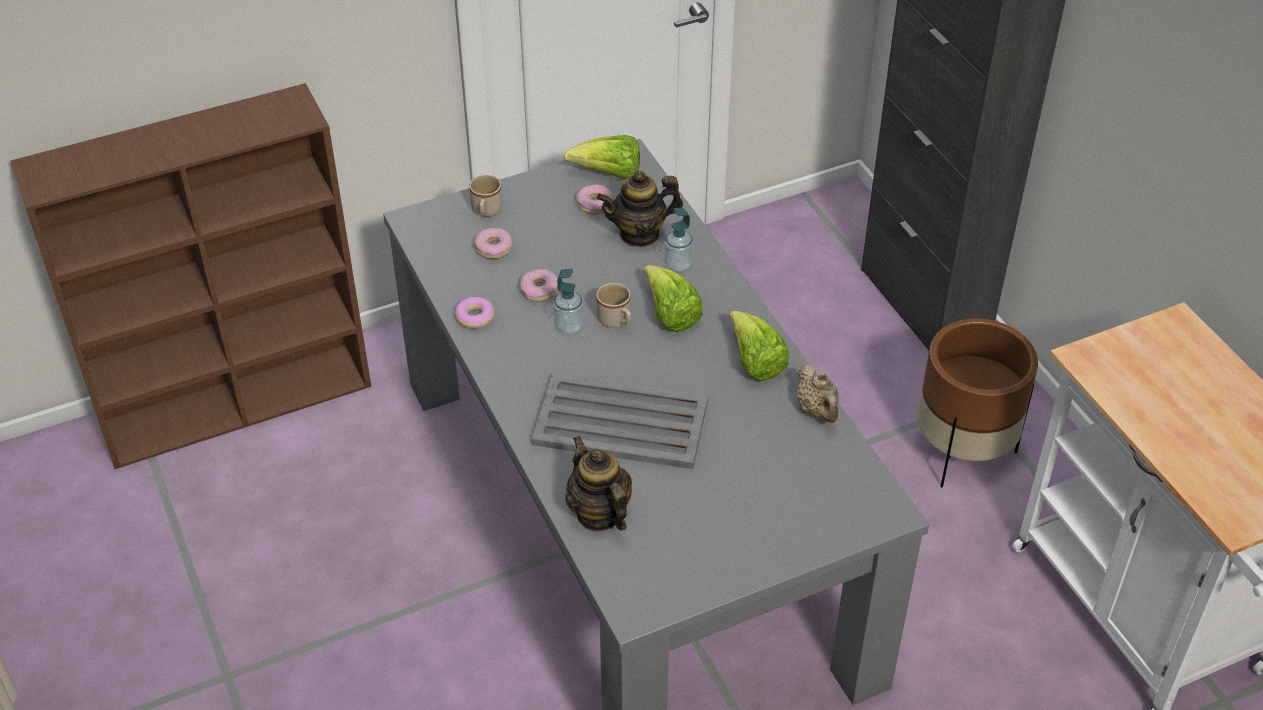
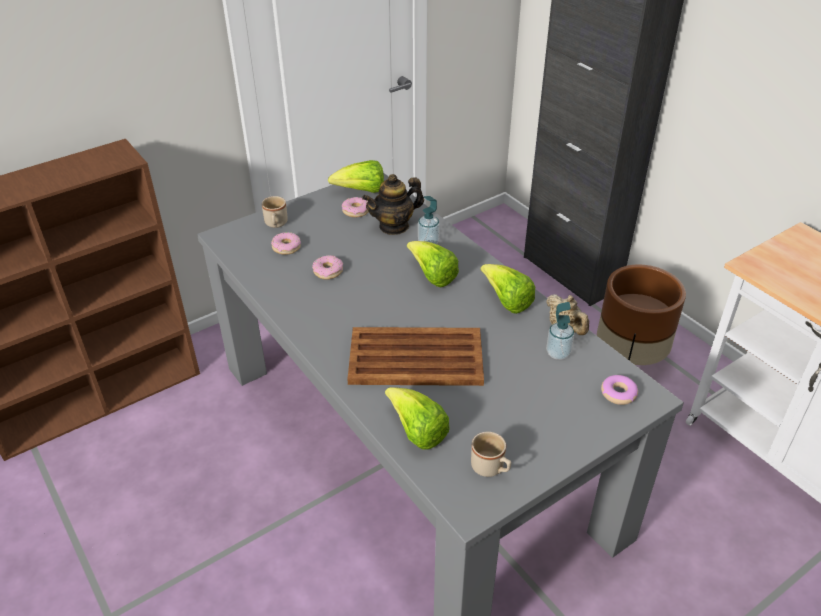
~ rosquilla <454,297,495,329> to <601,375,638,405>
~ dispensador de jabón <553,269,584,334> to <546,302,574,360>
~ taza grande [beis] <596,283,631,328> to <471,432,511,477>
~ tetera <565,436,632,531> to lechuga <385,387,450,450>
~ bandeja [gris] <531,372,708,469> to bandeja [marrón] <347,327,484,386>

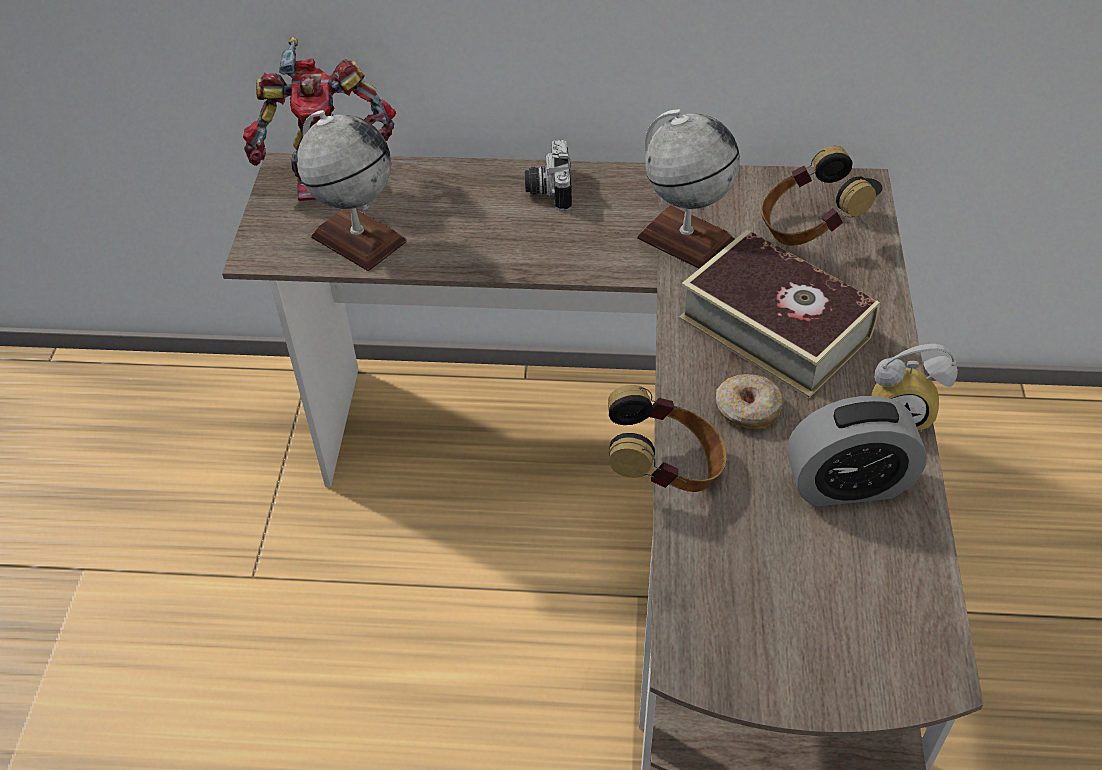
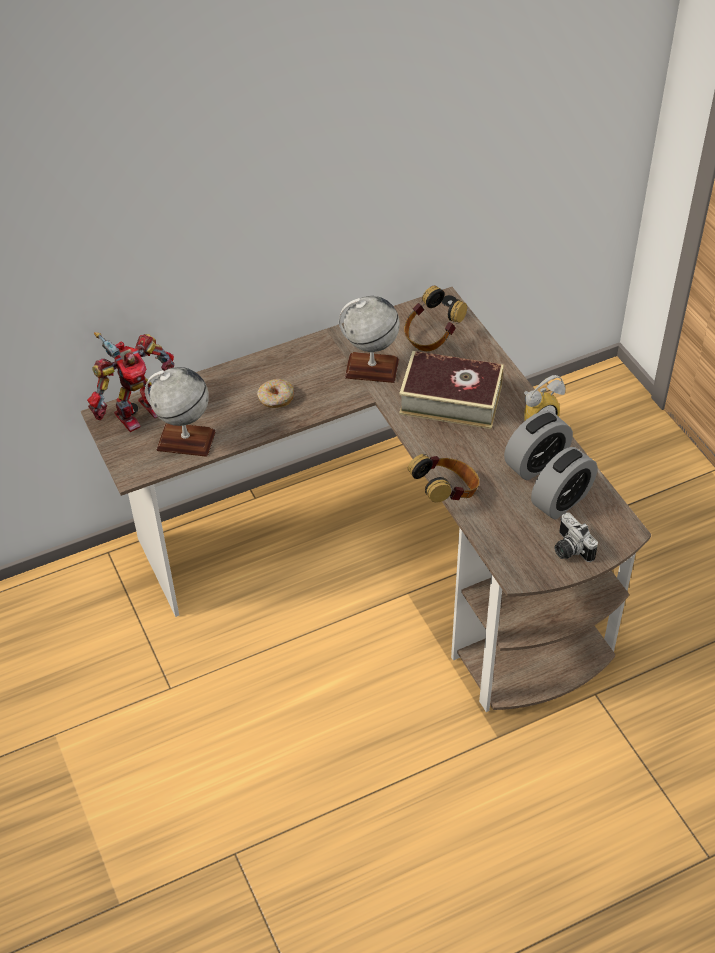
+ despertador <531,447,597,519>
~ cámara <524,140,572,211> to <554,512,598,562>
~ rosquilla <716,374,785,429> to <257,379,294,408>

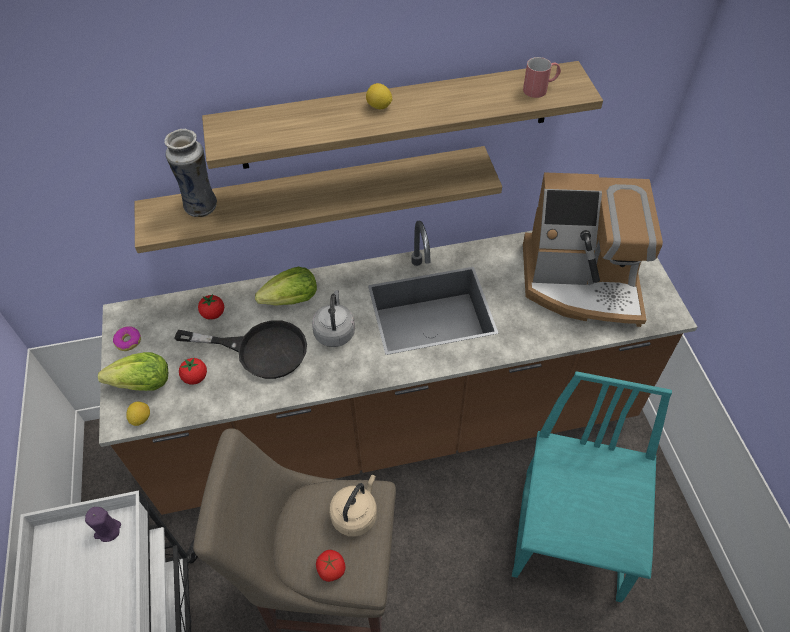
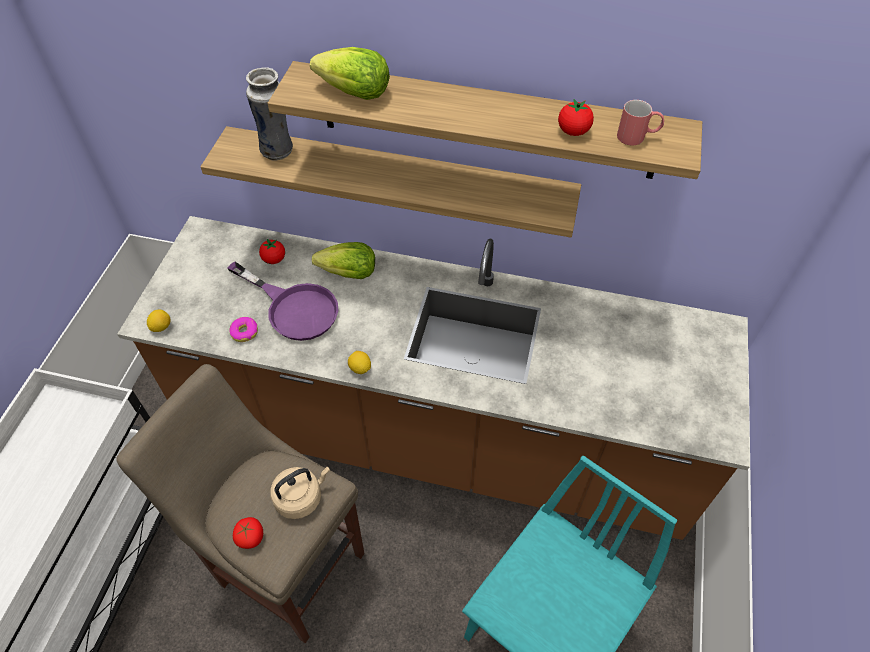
- vela [morado] <85,507,121,542>
- hervidor [gris] <312,290,355,347>
- cafetera <523,172,663,327>
~ lechuga <98,352,168,391> to <310,47,390,100>
~ rosquilla <113,326,141,351> to <229,317,258,342>
~ tomate <179,358,207,385> to <558,99,594,136>
~ limón <366,83,393,109> to <348,351,371,374>
~ sartén [negro] <174,320,307,379> to sartén [morado] <227,262,339,341>

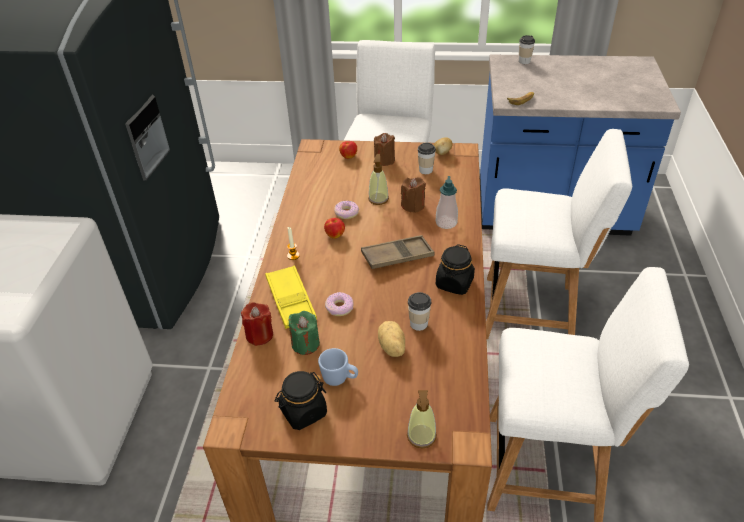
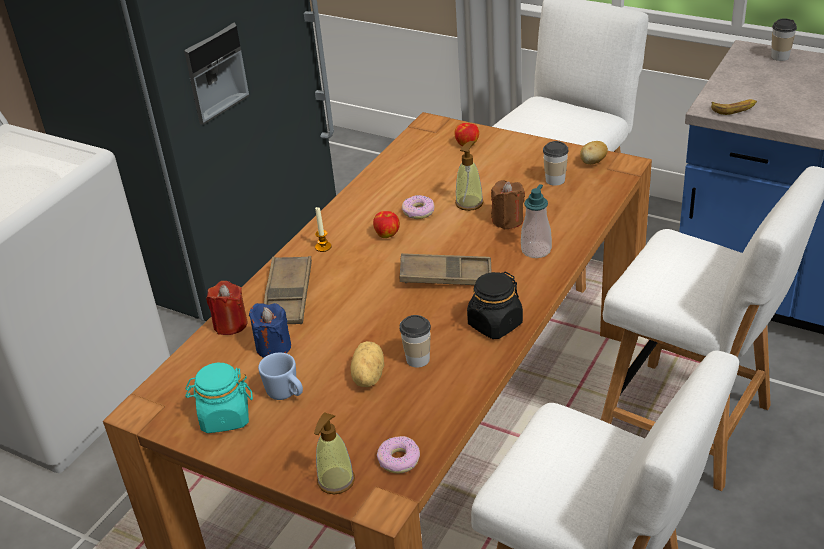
- vela [marrón] <374,133,395,166>
~ rosquilla <325,292,354,316> to <377,436,420,474>
~ bandeja [amarillo] <265,265,317,329> to bandeja [marrón] <264,256,312,324>
~ tarro [negro] <275,371,327,430> to tarro [turquesa] <185,363,253,433>
~ vela [verde] <289,311,320,355> to vela [azul] <249,303,291,358>

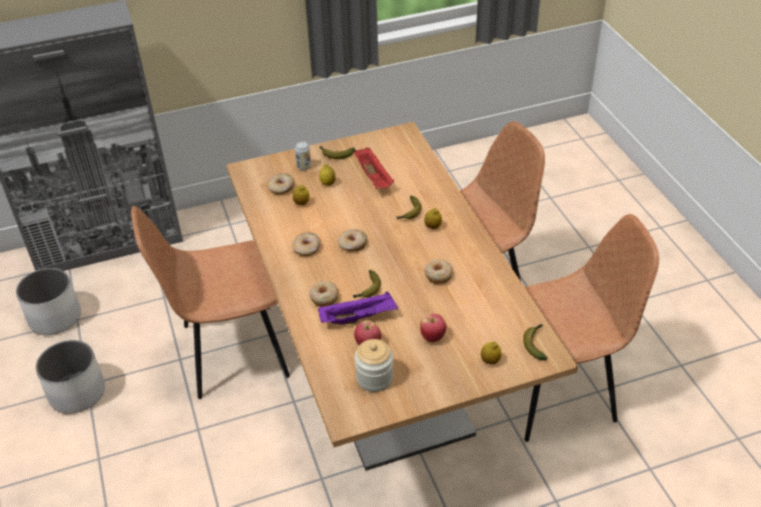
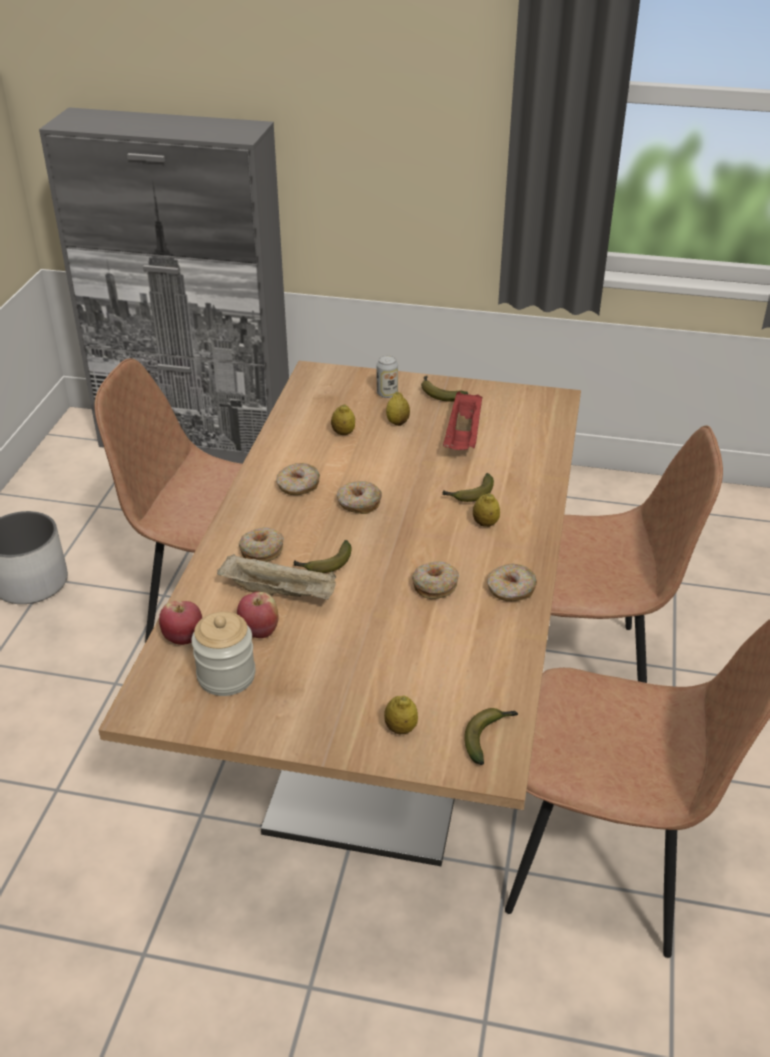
- maceta [blanco] <16,268,81,335>
~ rosquilla <267,173,294,195> to <487,563,537,601>
~ manzana <420,314,446,342> to <159,601,202,645>
~ bandeja [morado] <318,291,398,325> to bandeja [beis] <217,553,336,600>

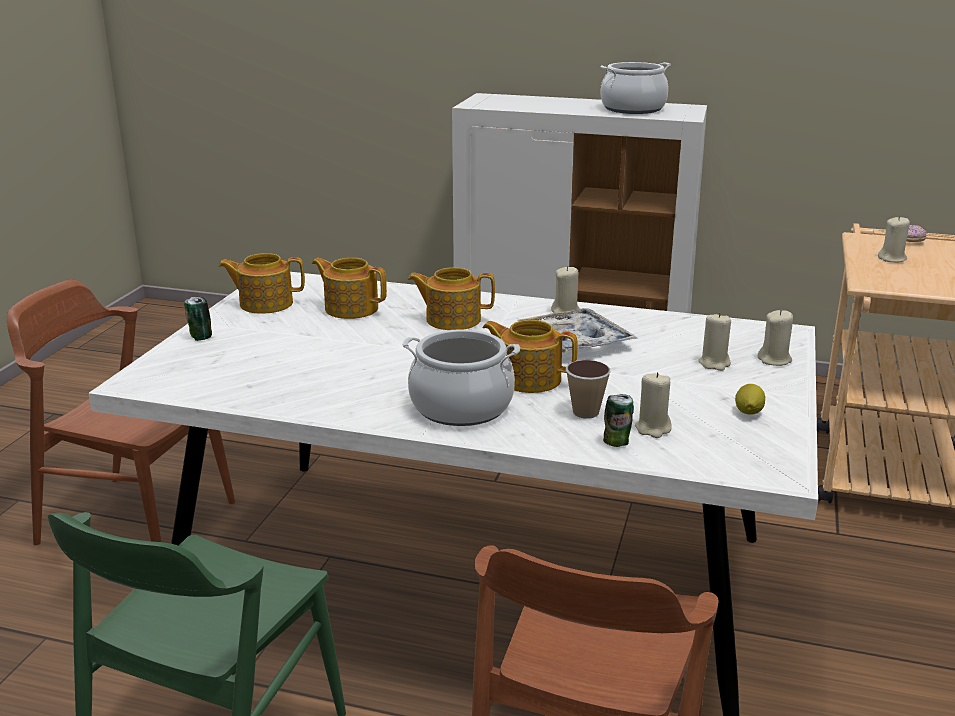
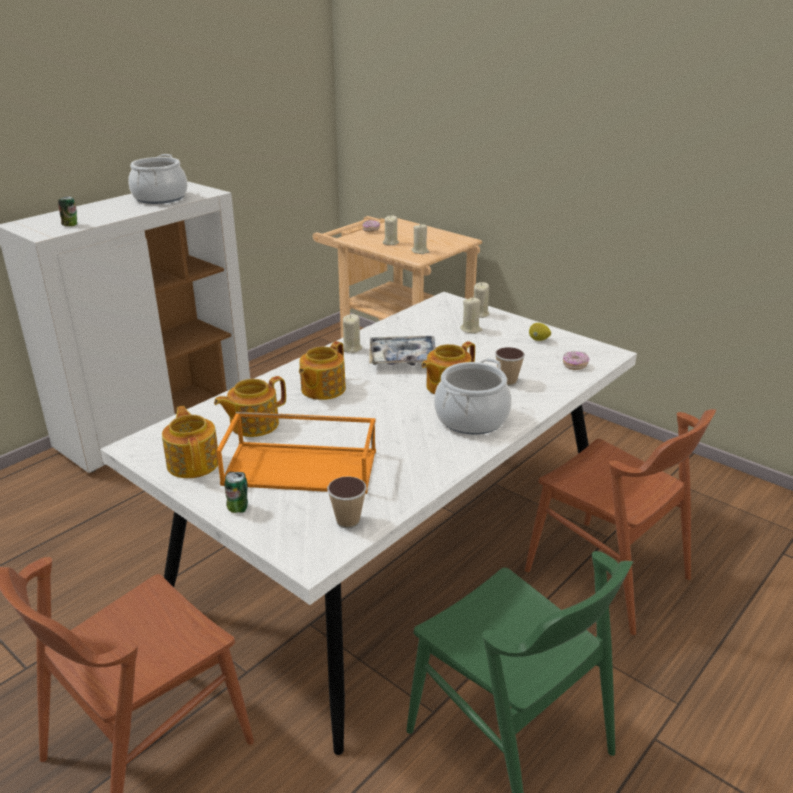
+ bandeja [naranja] <216,412,376,494>
+ taza <327,476,367,529>
+ rosquilla <563,351,589,370>
~ lata <603,394,634,447> to <58,197,77,226>
~ vela [beis] <635,372,672,438> to <412,223,429,254>
~ tetera <218,253,305,314> = <162,406,218,478> 135 degrees clockwise

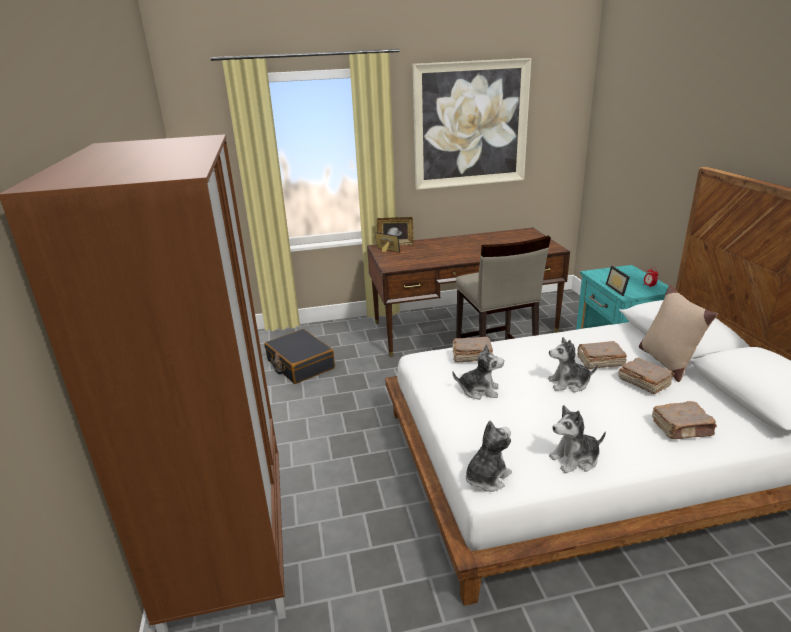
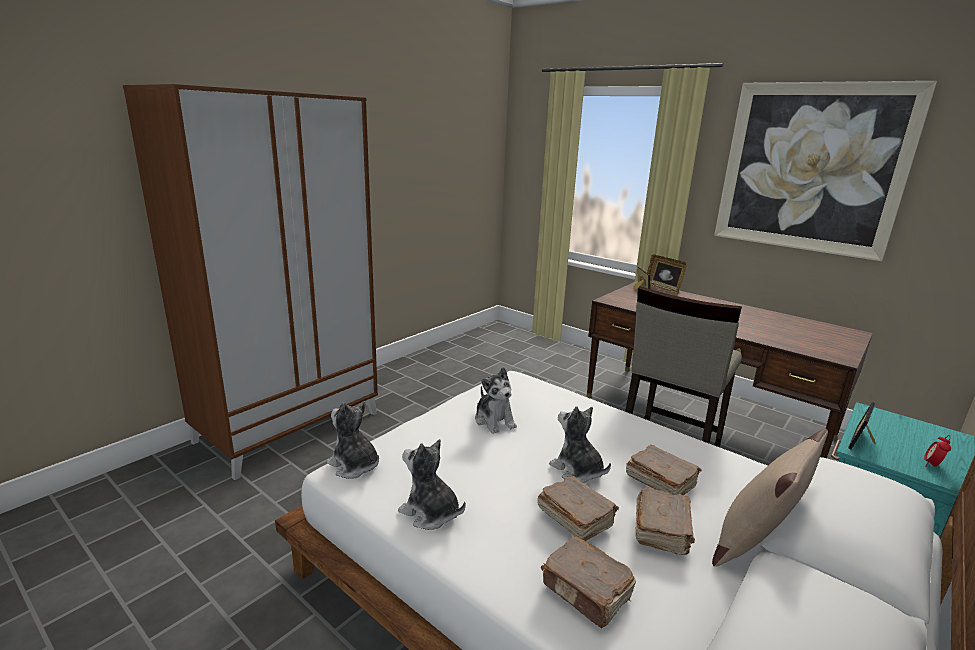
- maleta [negro] <264,329,335,384>
~ libro [marrón] <452,337,493,363> to <537,476,619,541>
~ peluche <466,421,512,492> = <327,401,379,479> 150 degrees counterclockwise

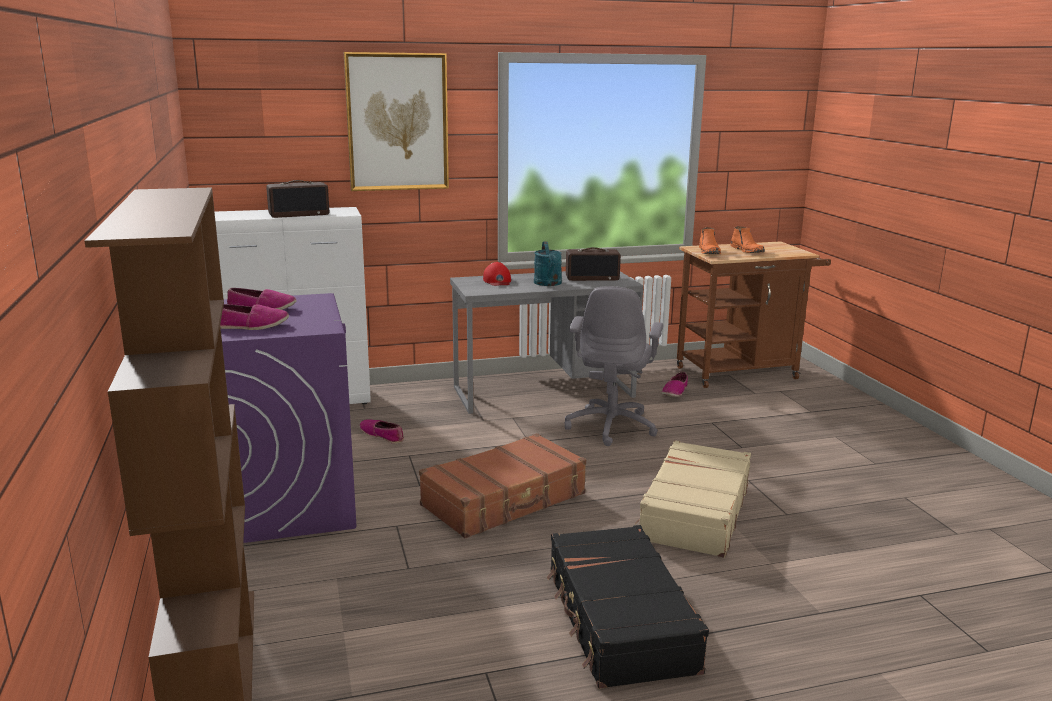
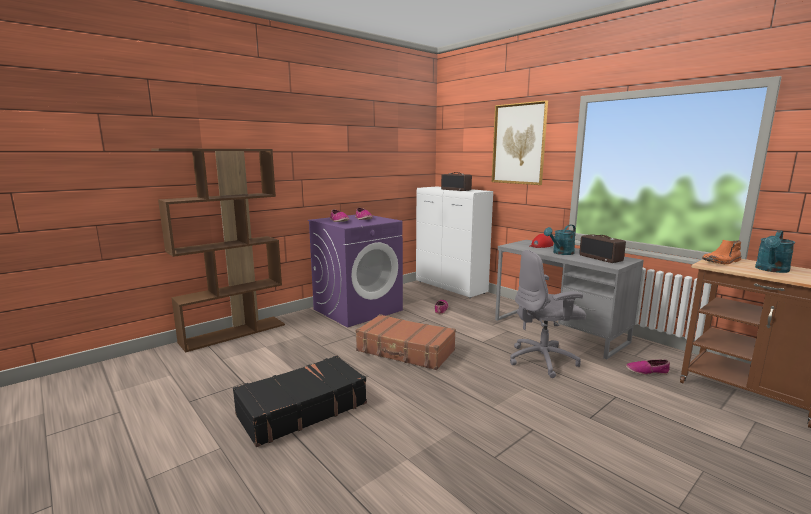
- maleta [beis] <635,440,751,558>
~ bota [naranja] <730,226,765,253> to regadera [turquesa] <755,230,795,273>

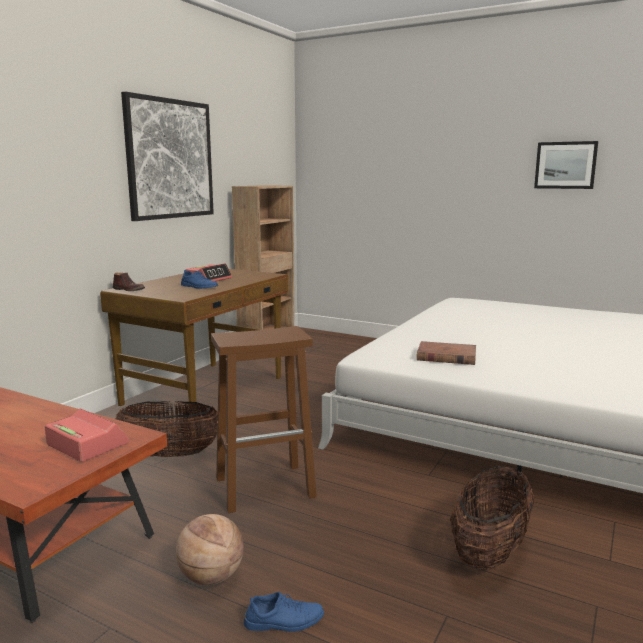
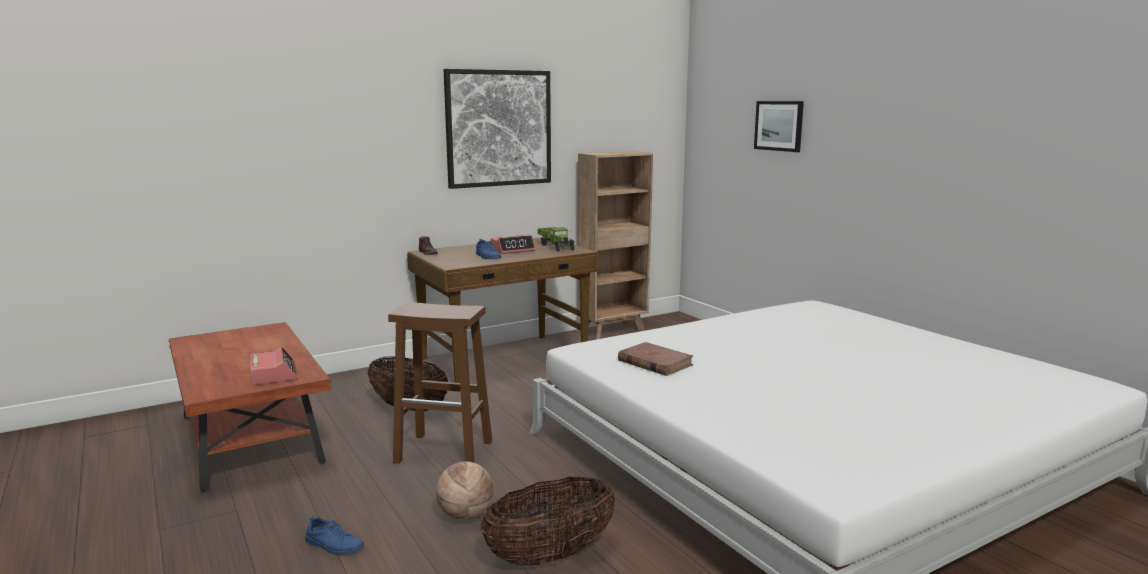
+ camión de juguete <538,227,575,252>
~ balón de baloncesto <176,514,244,585> to <436,461,494,520>
~ cuadro <534,141,598,189> to <754,101,804,152>

